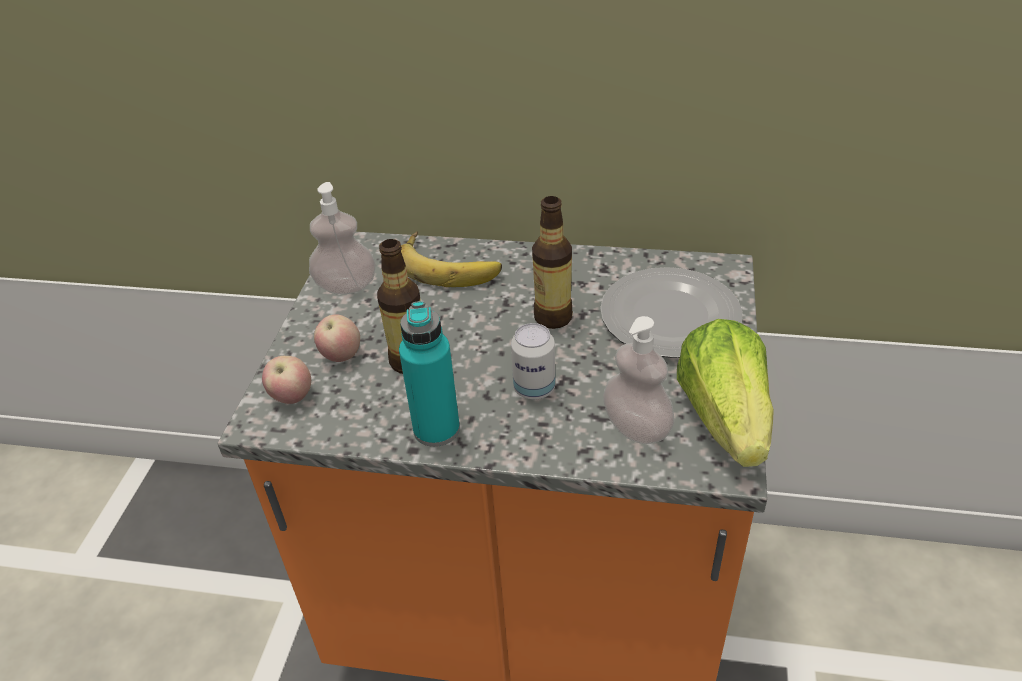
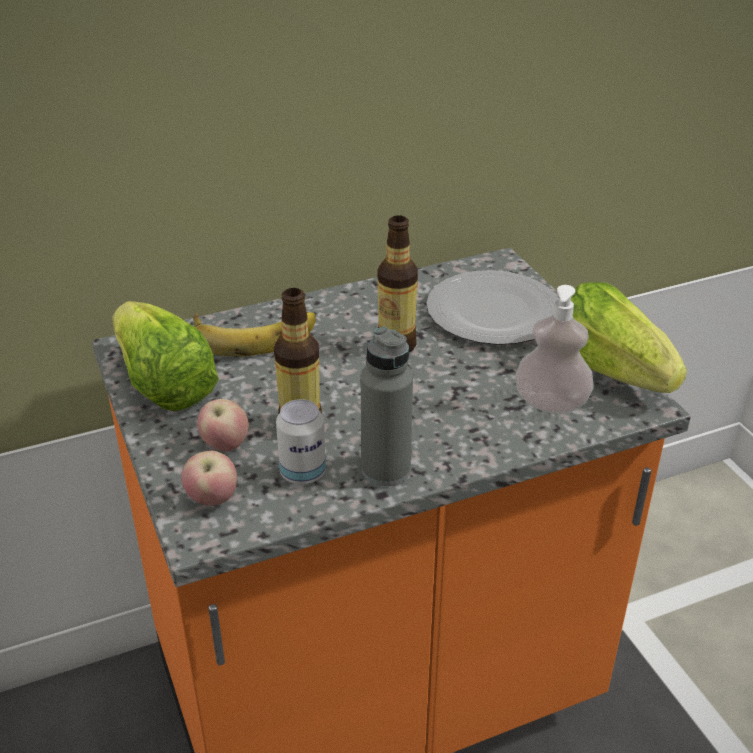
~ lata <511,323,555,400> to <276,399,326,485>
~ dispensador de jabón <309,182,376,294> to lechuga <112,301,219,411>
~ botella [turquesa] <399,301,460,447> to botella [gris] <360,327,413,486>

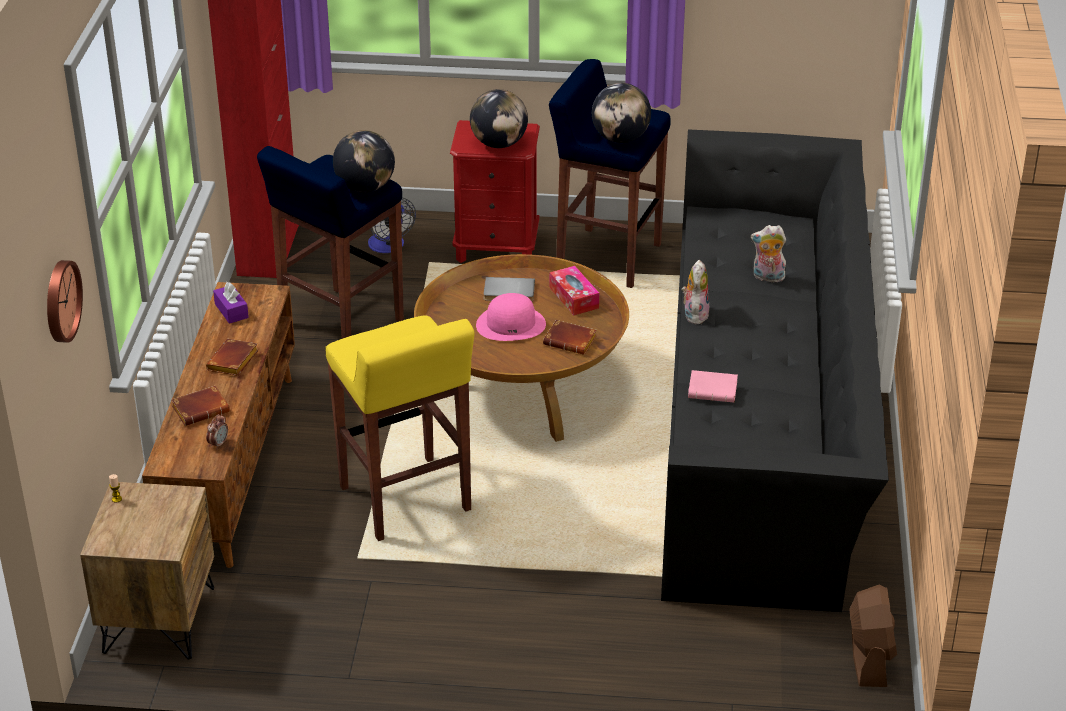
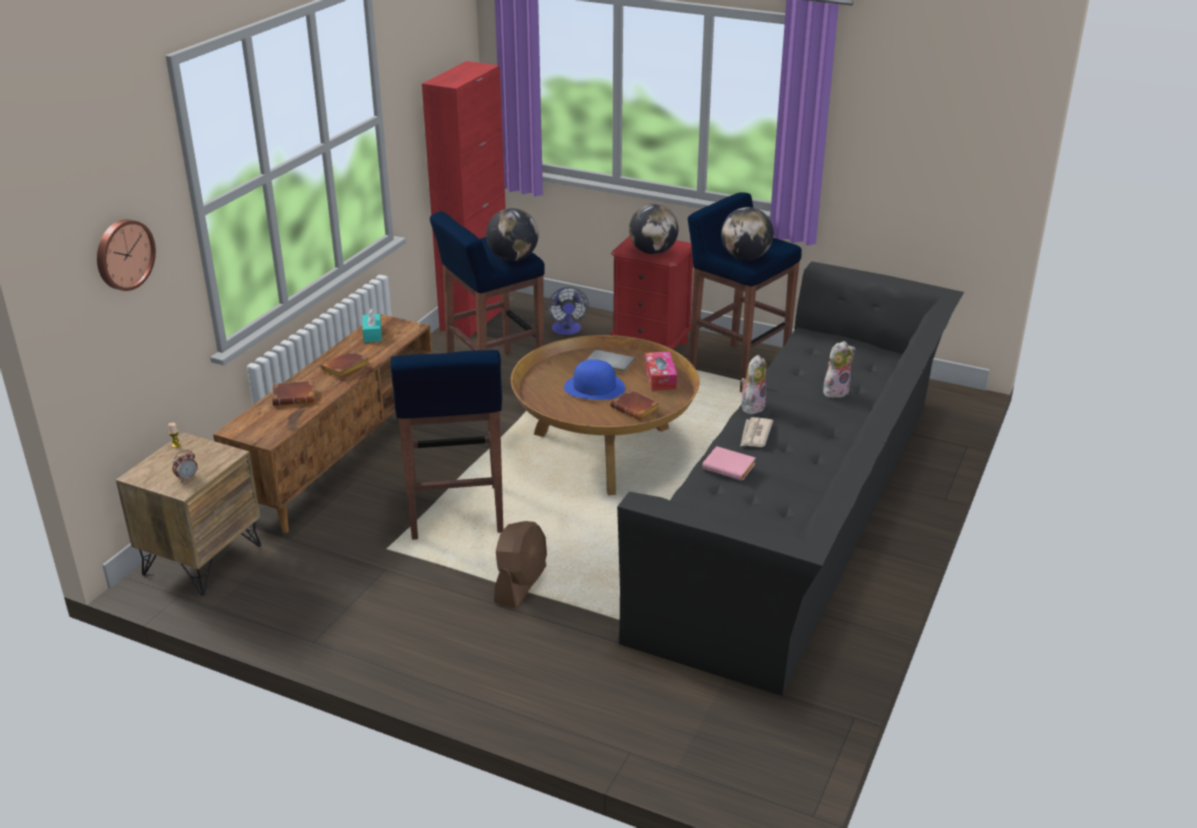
+ periódico <740,417,773,447>
~ despertador <206,414,228,448> to <172,450,198,481>
~ ventilador [marrón] <849,585,897,687> to <494,521,547,609>
~ caja de pañuelos [morado] <213,282,249,324> to caja de pañuelos [turquesa] <363,309,382,342>
~ taburete [amarillo] <325,316,475,541> to taburete [azul] <391,350,503,540>
~ sombrero [rosa] <476,293,546,341> to sombrero [azul] <564,359,625,400>
~ peluche <751,225,786,282> = <823,341,856,398> 120 degrees clockwise

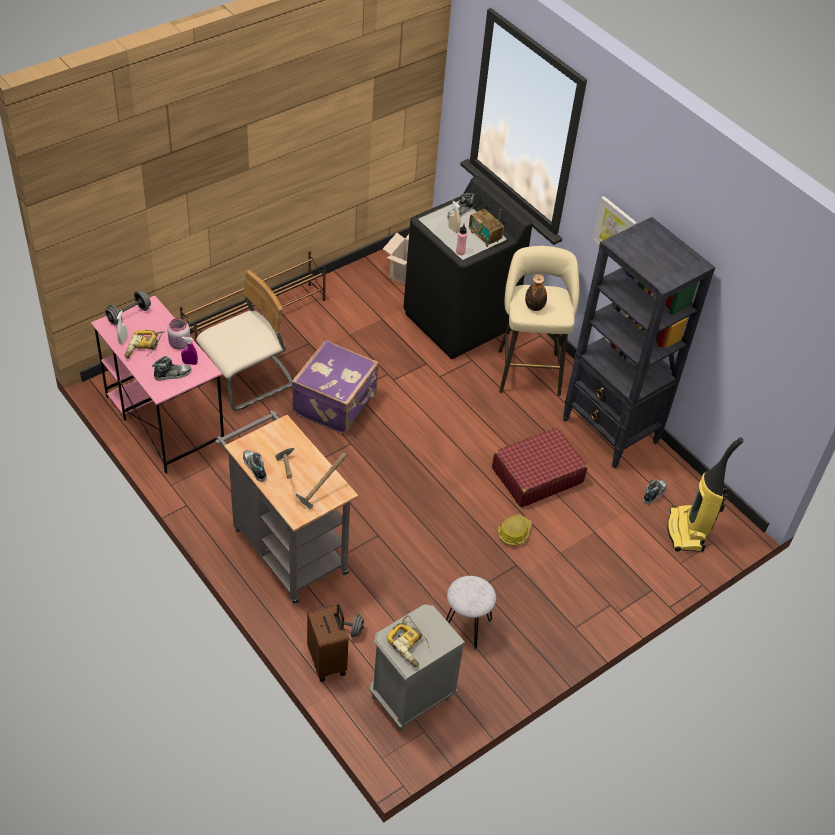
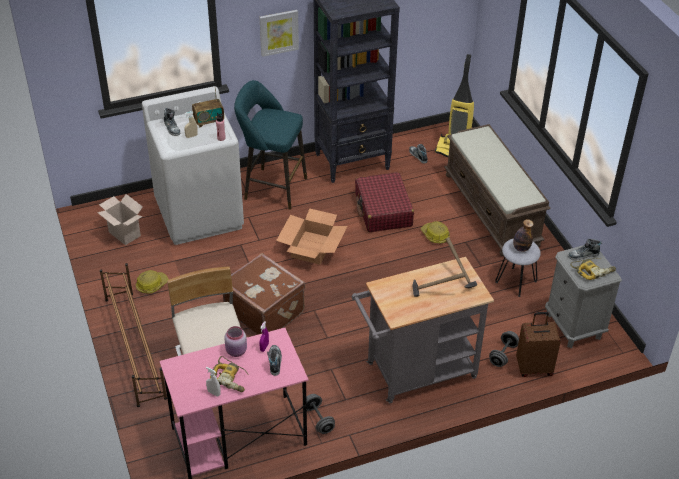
+ casco <136,270,169,294>
+ caja de cartón <276,208,347,265>
+ banco [marrón] <444,124,551,256>
~ mancuerna [gris] <105,291,151,325> to <306,394,335,434>
~ zapato <243,450,266,482> to <568,239,602,260>
~ botella <525,274,547,311> to <513,219,533,252>
~ maleta [morado] <291,340,379,434> to maleta [marrón] <223,253,306,335>
~ lavadora [negro] <403,176,533,359> to lavadora [blanco] <142,86,244,245>
~ taburete [beis] <498,246,579,396> to taburete [turquesa] <234,80,307,210>

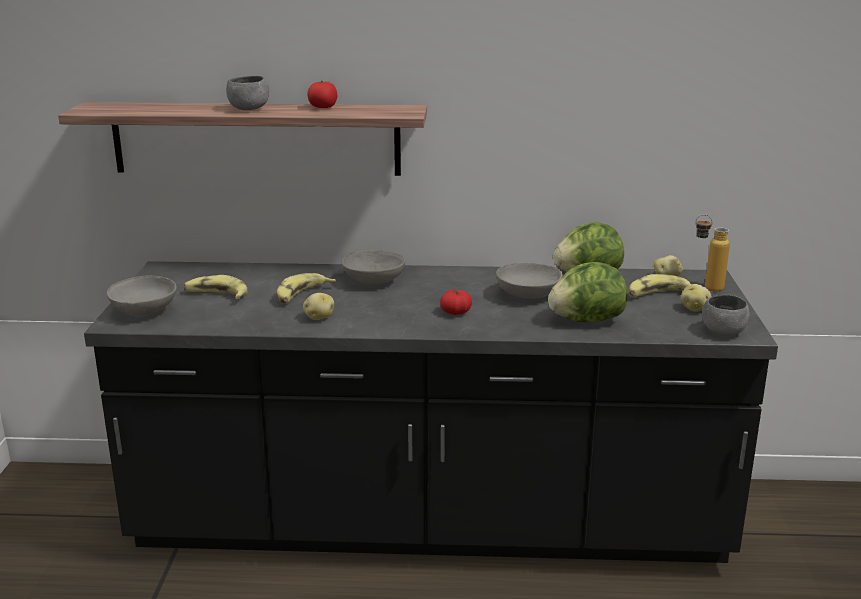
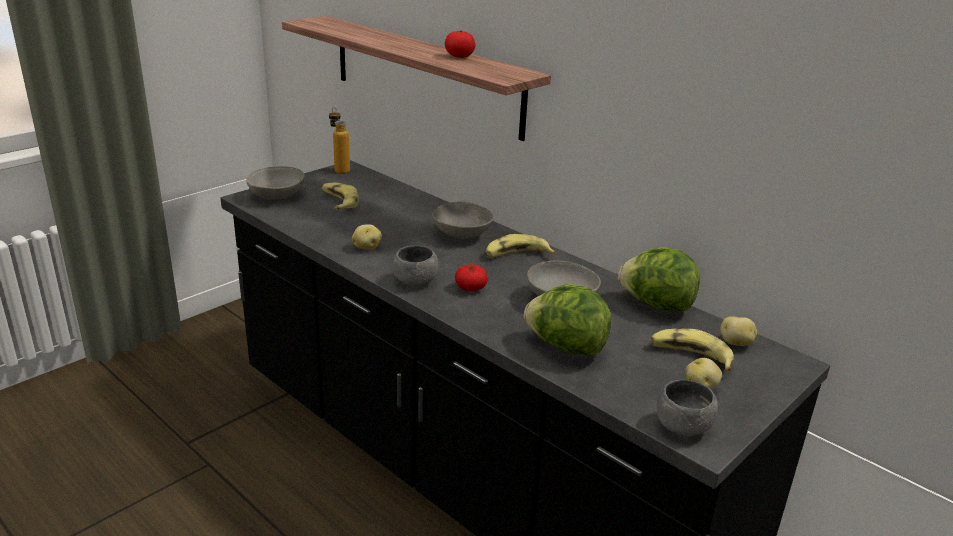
~ cuenco [gris] <226,76,269,110> to <392,246,439,286>
~ plátano <277,273,336,304> to <486,234,555,258>
~ botella <695,214,730,292> to <329,107,350,174>

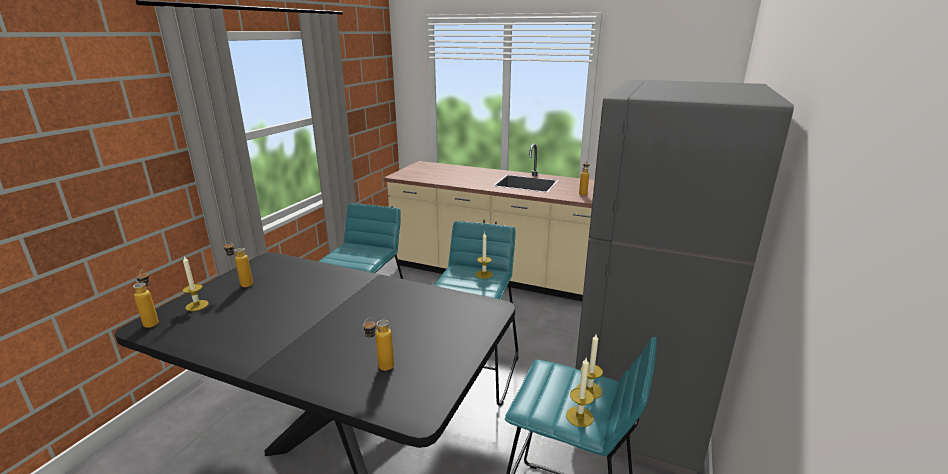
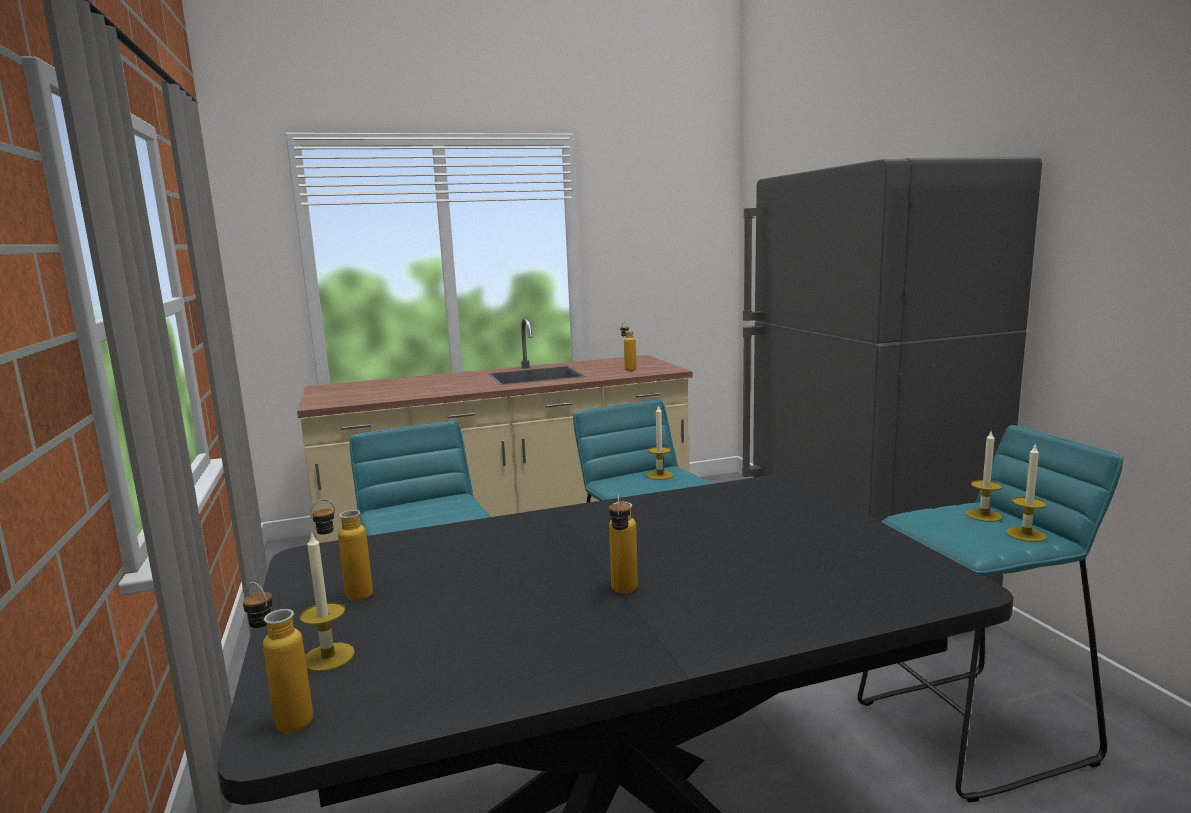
~ botella <363,318,394,371> to <609,494,638,593>

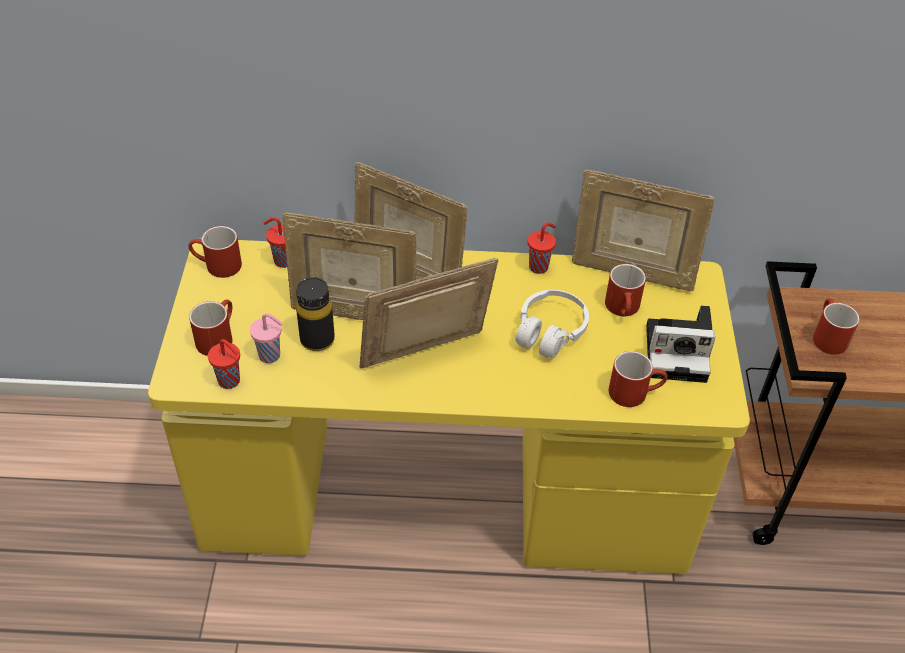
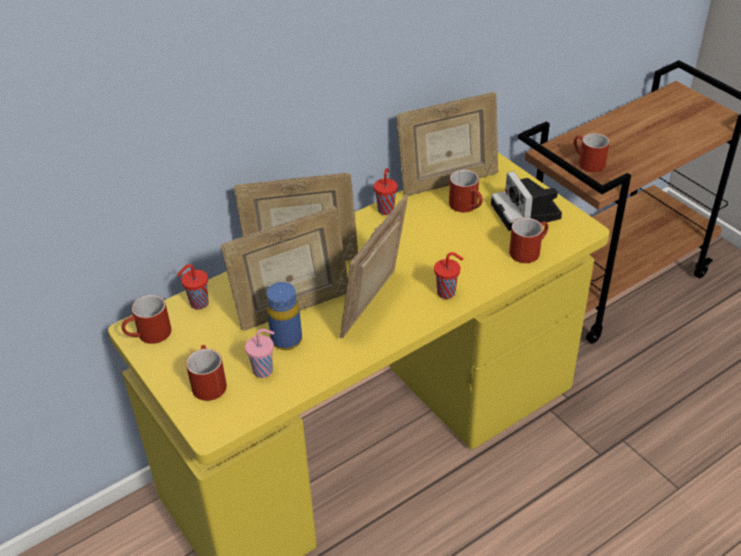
- auriculares [blanco] <516,290,589,359>
~ taza [rojo] <208,339,240,389> to <434,252,463,299>
~ botella [negro] <296,277,335,351> to botella [azul] <267,282,302,350>
~ cámara <646,305,715,383> = <491,171,562,231> 105 degrees clockwise

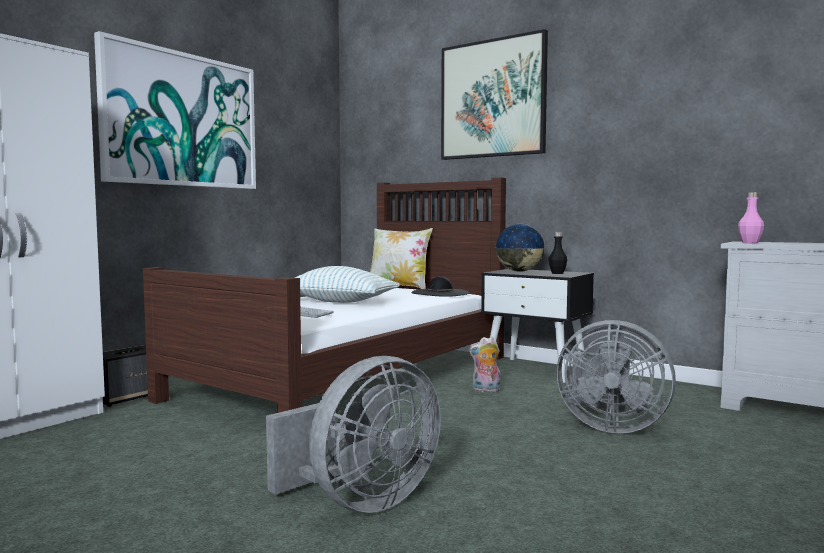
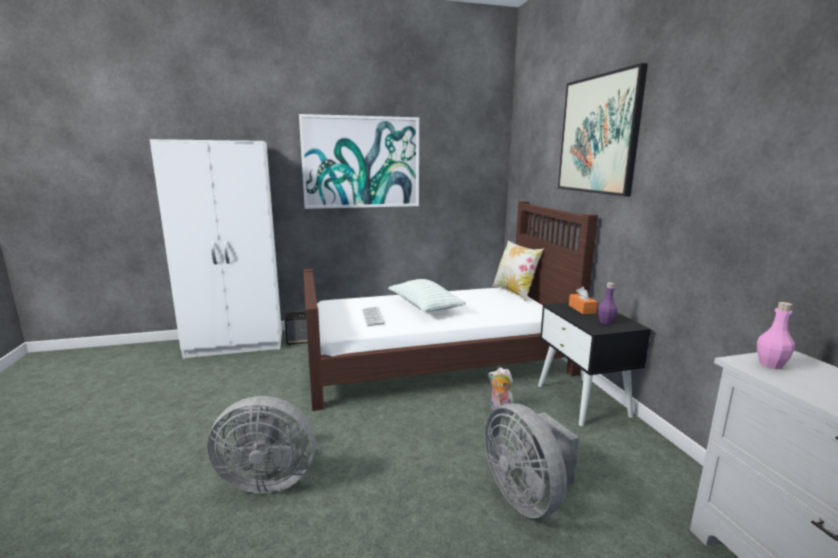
- sombrero [negro] <411,276,469,297>
~ globo terráqueo <495,224,545,272> to caja de pañuelos [naranja] <569,287,598,314>
~ botella [negro] <549,232,567,274> to botella [morado] <598,283,617,324>

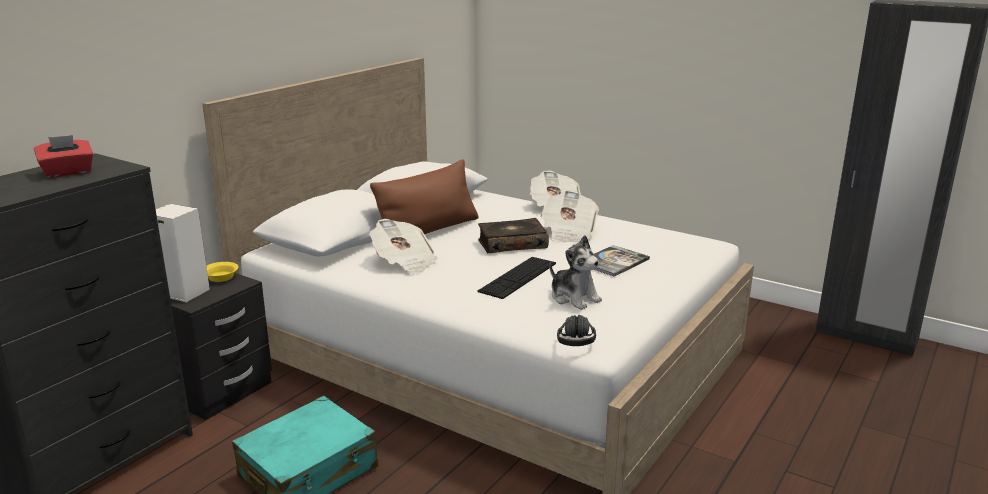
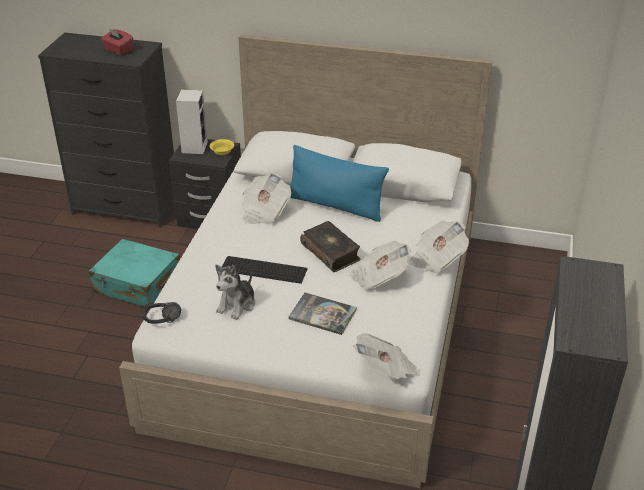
+ periódico <353,333,420,380>
~ cojín [marrón] <370,159,479,234> to cojín [azul] <290,145,389,222>

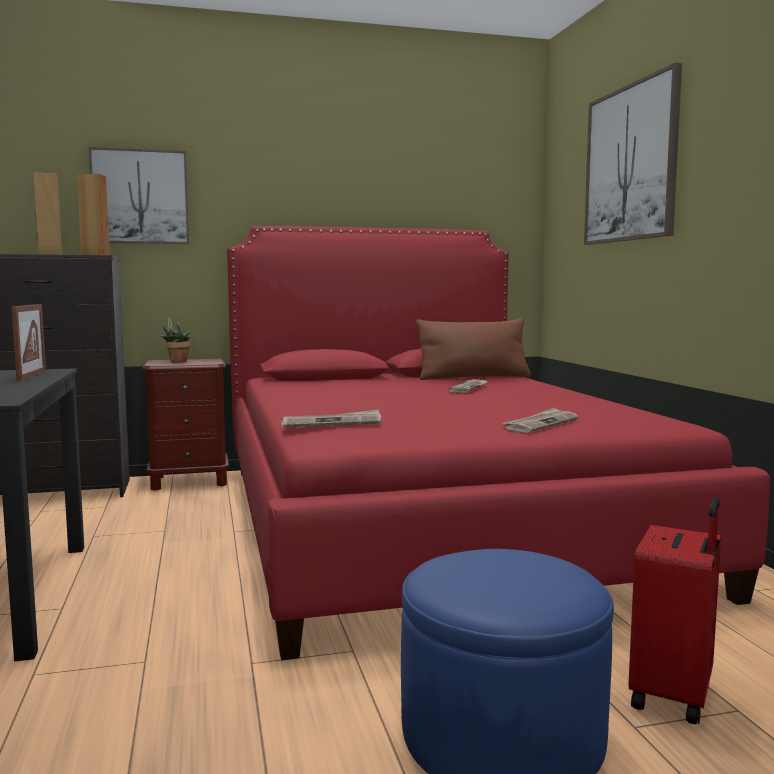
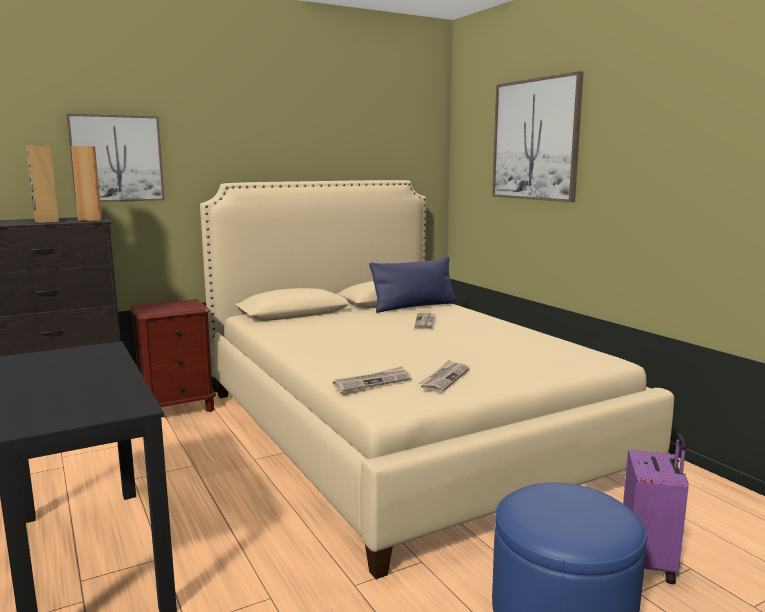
- portarretratos <11,304,46,381>
- planta en maceta <160,316,191,363>
~ periódico <502,407,578,433> to <418,360,470,392>
~ cama [rojo] <227,226,770,660> to cama [beis] <200,180,674,579>
~ cojín [marrón] <416,318,531,380> to cojín [azul] <369,256,457,313>
~ maleta [rojo] <628,497,721,725> to maleta [morado] <623,433,689,584>

